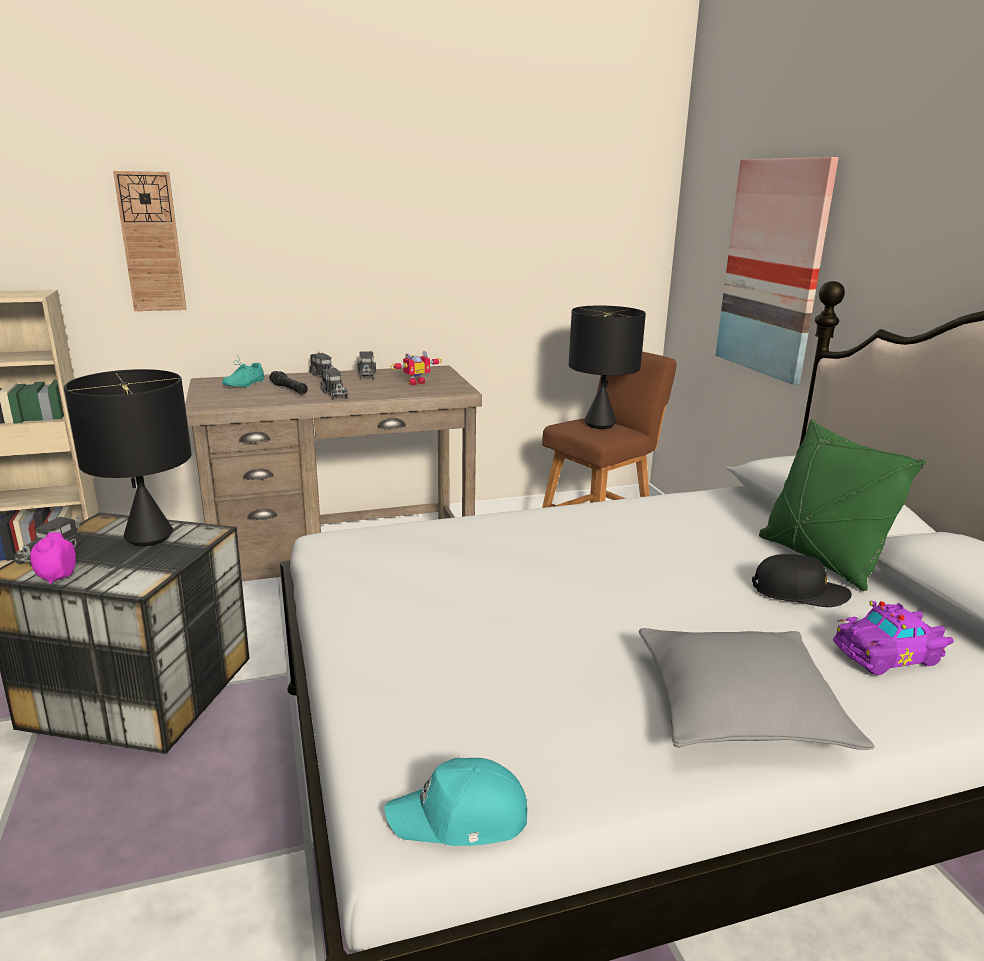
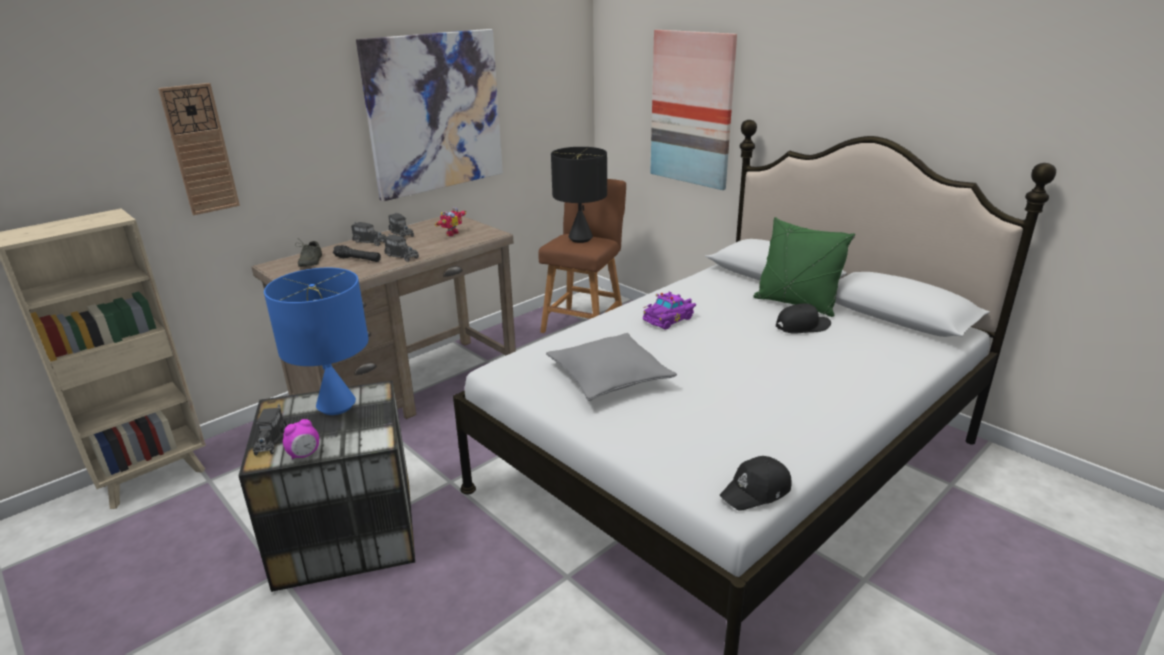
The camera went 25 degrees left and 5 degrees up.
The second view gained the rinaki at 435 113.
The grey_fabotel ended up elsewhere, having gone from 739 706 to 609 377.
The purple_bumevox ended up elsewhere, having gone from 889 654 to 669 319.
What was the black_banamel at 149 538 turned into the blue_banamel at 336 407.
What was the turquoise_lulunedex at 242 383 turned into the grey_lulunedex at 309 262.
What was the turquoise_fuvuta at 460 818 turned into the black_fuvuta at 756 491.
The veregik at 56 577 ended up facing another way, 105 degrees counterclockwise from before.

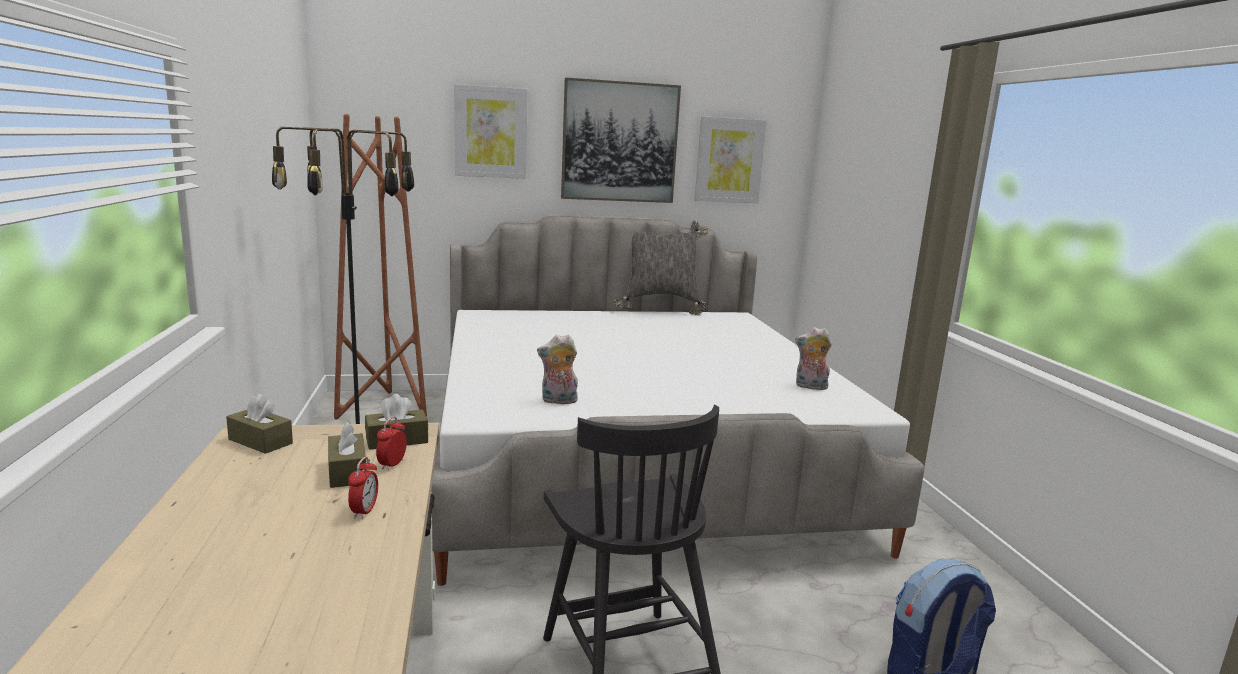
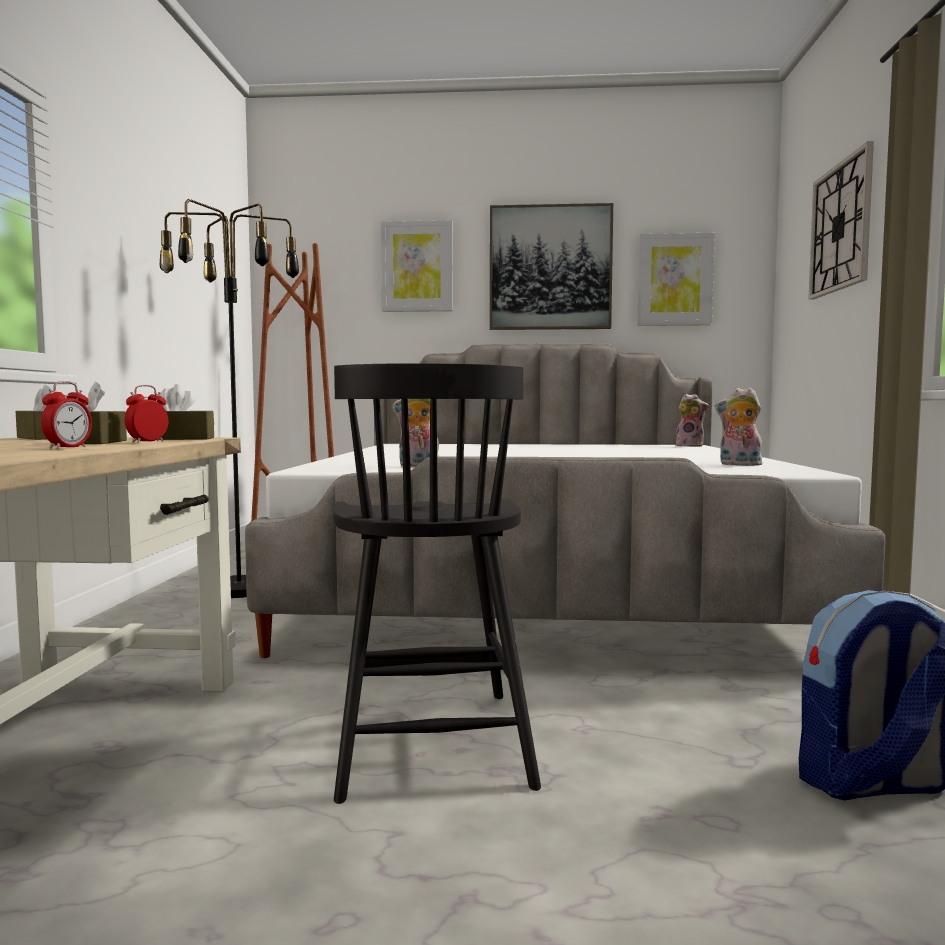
The camera went 15 degrees right and 10 degrees down.
The second view lost the fabotel at 659 310.
The second view gained the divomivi at 690 446.
The second view gained the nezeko at 840 227.

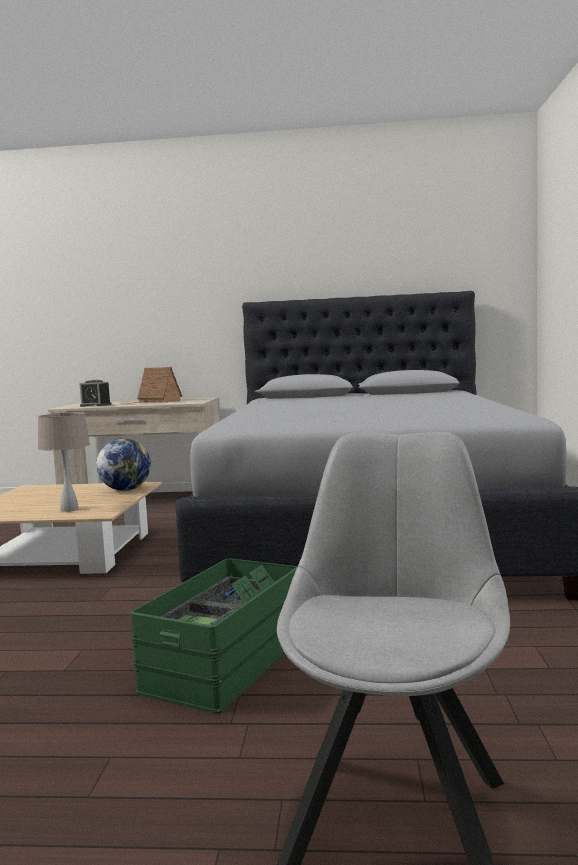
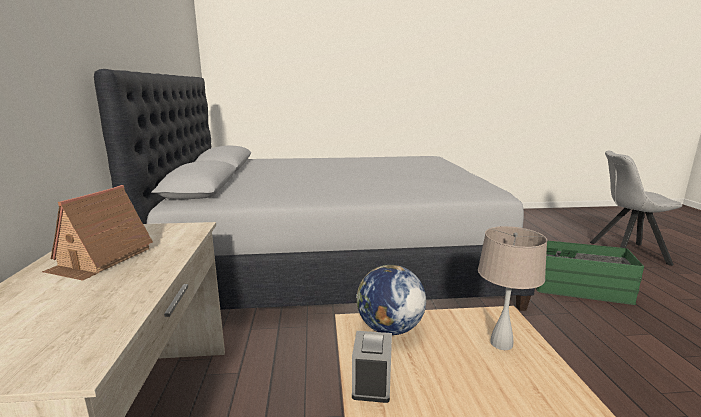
The camera went 100 degrees left and 10 degrees up.
The veregik ended up elsewhere, having gone from 95 405 to 372 382.

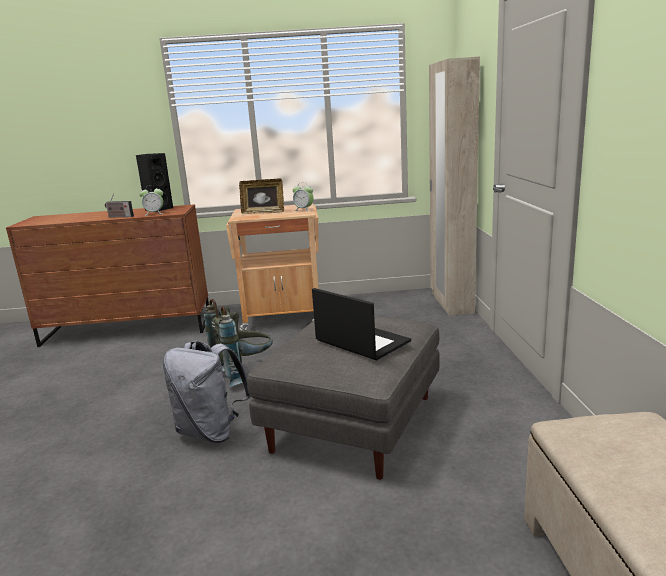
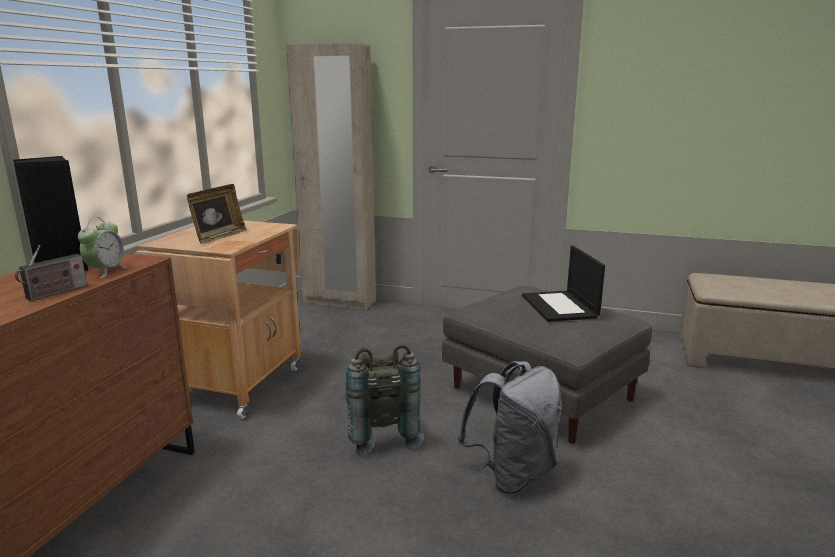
The camera went 70 degrees left and 0 degrees up.
The second view lost the veregik at 304 210.
The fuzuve at 361 341 ended up facing another way, 75 degrees counterclockwise from before.

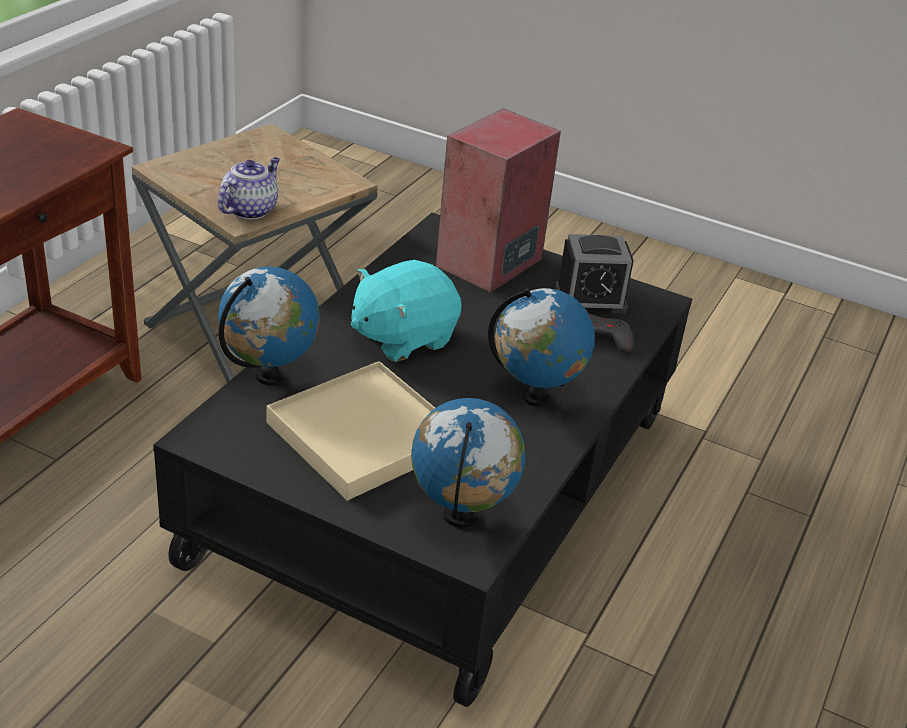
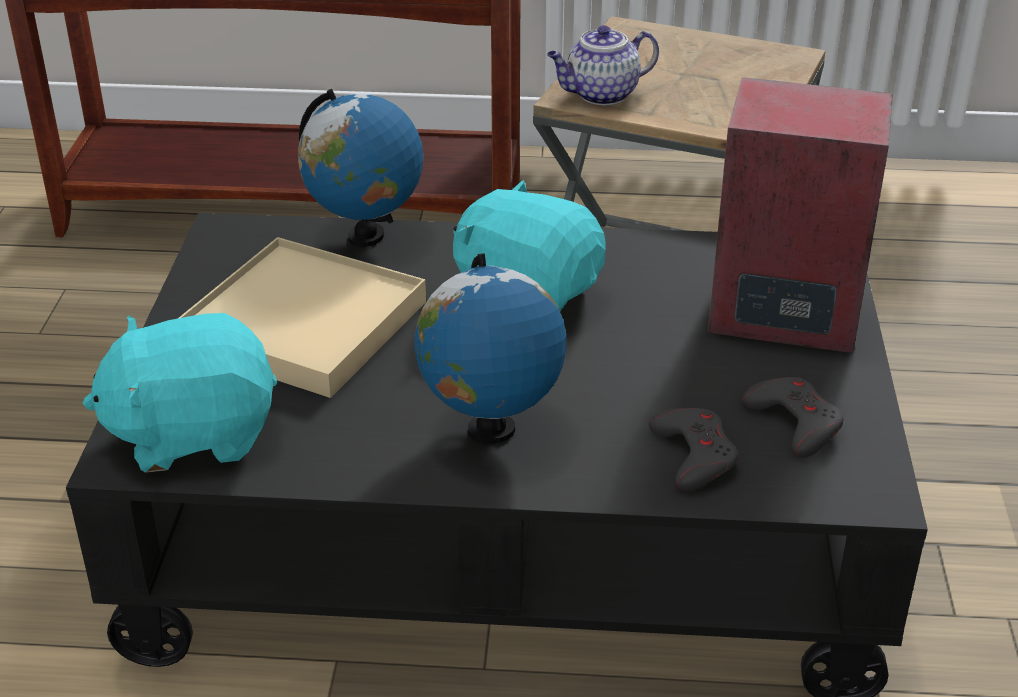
The camera went 70 degrees right and 0 degrees up.
Where the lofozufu stood at 461 517, the turquoise_divomivi came to stand at 193 433.
Where the veregik stood at 590 299, the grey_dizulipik came to stand at 794 422.
The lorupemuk at 250 209 ended up facing another way, 150 degrees clockwise from before.

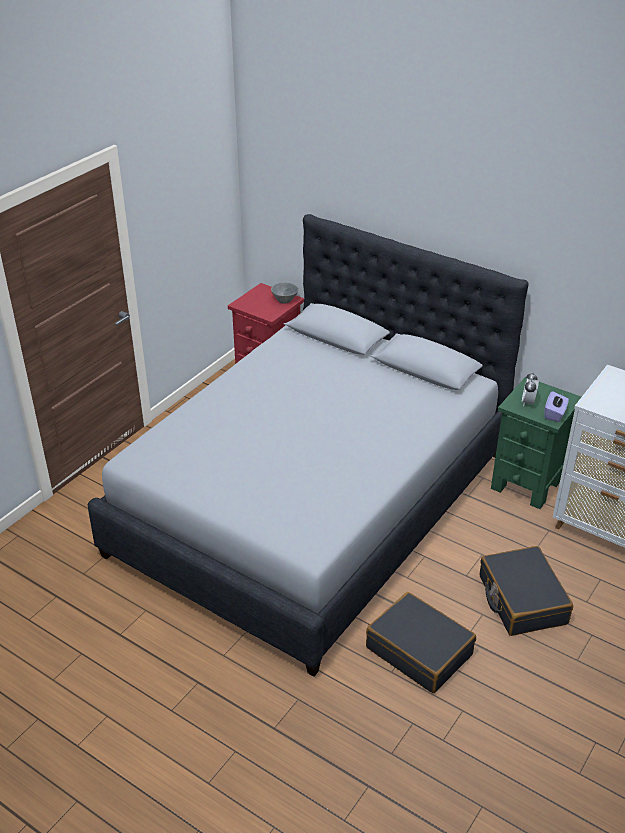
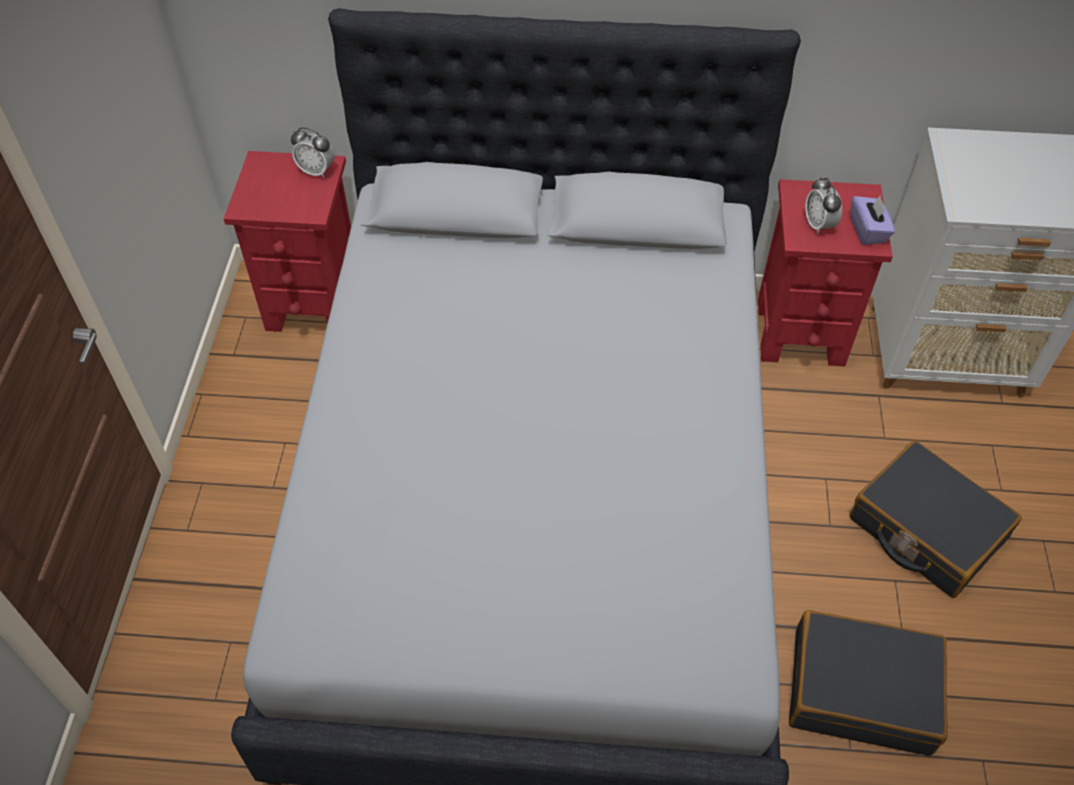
The camera went 30 degrees left and 15 degrees up.
Where the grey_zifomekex stood at 285 300, the veregik came to stand at 316 171.
What was the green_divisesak at 526 485 turned into the red_divisesak at 801 333.

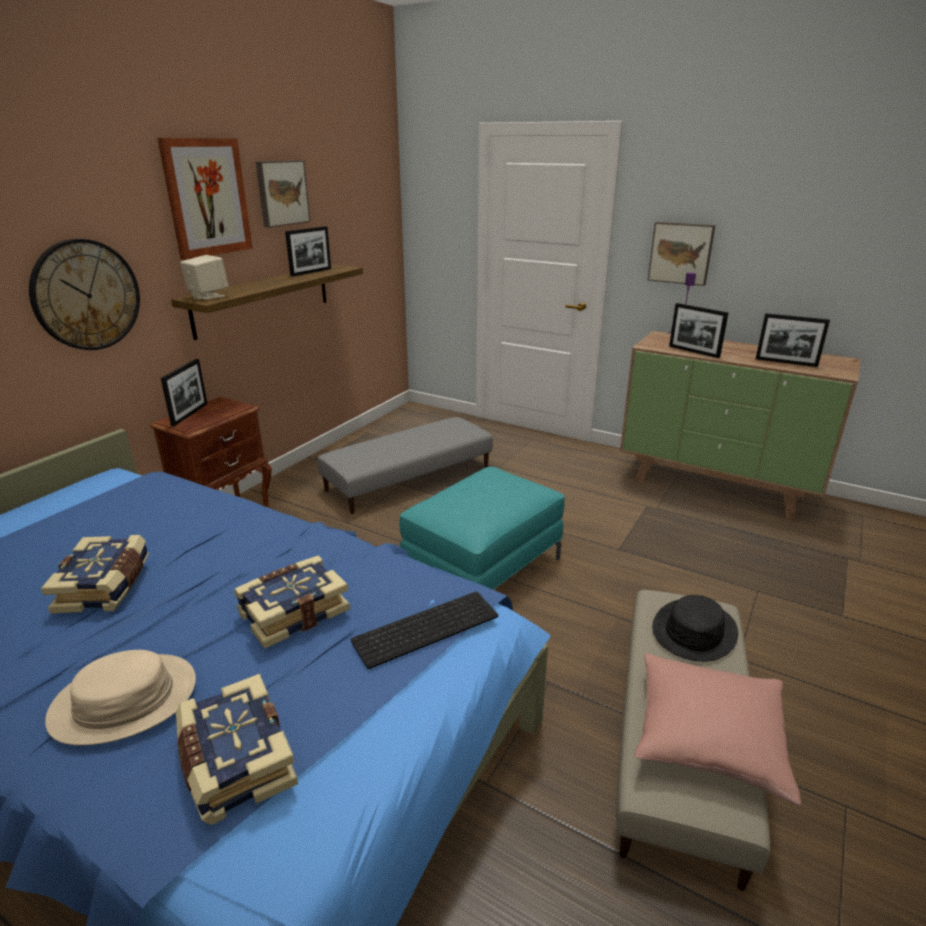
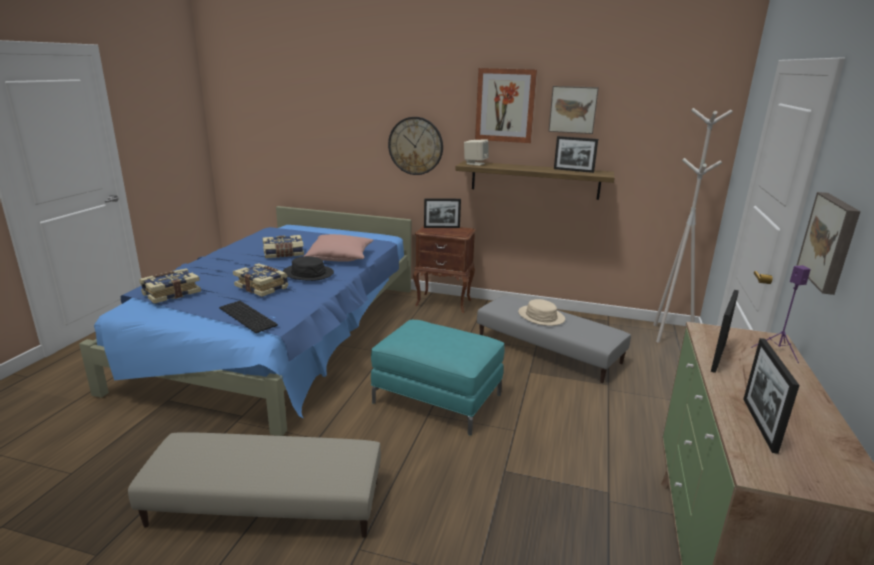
The camera went 75 degrees right and 5 degrees down.
The second view gained the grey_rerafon at 668 335.
The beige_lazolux ended up elsewhere, having gone from 124 700 to 541 316.
The pink_fabotel ended up elsewhere, having gone from 708 737 to 340 257.
The black_lazolux ended up elsewhere, having gone from 694 631 to 308 273.

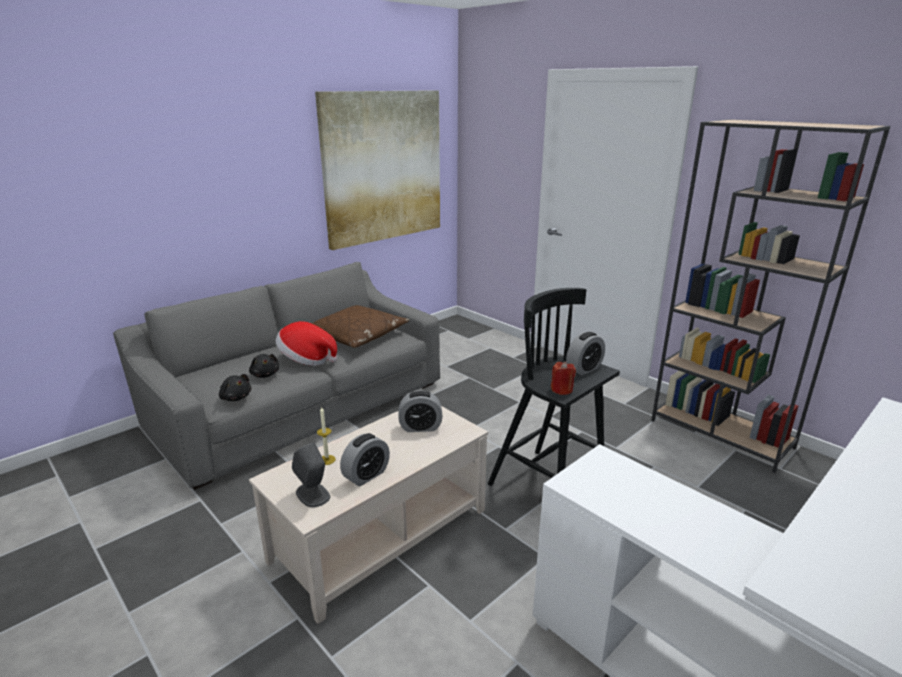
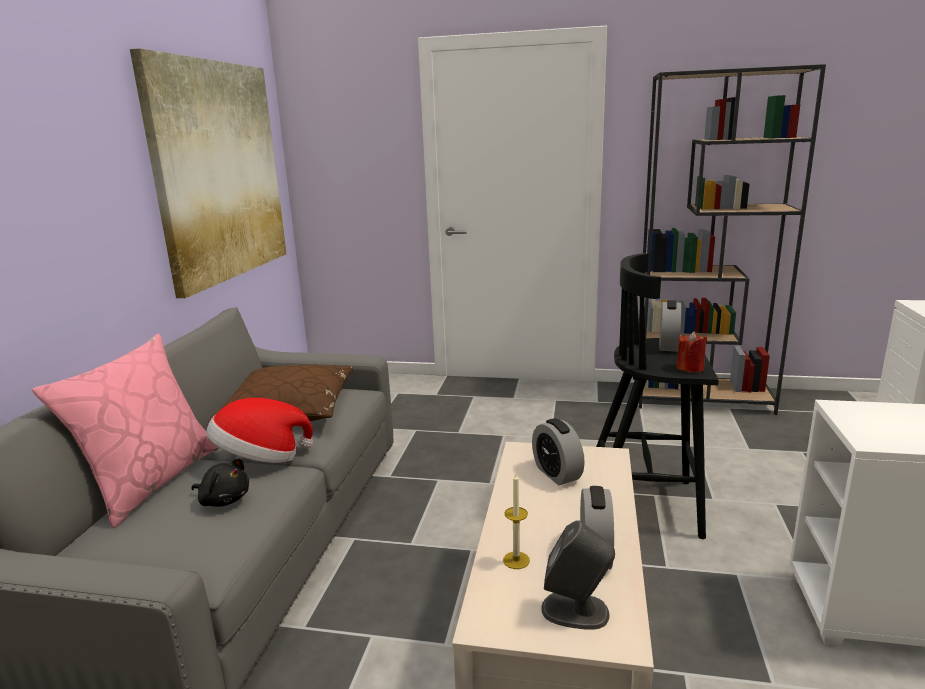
The camera went 35 degrees left and 5 degrees down.
The second view lost the black_divomivi at 235 397.
The second view gained the pink_fabotel at 151 481.
The veregik at 420 427 ended up facing another way, 105 degrees clockwise from before.

